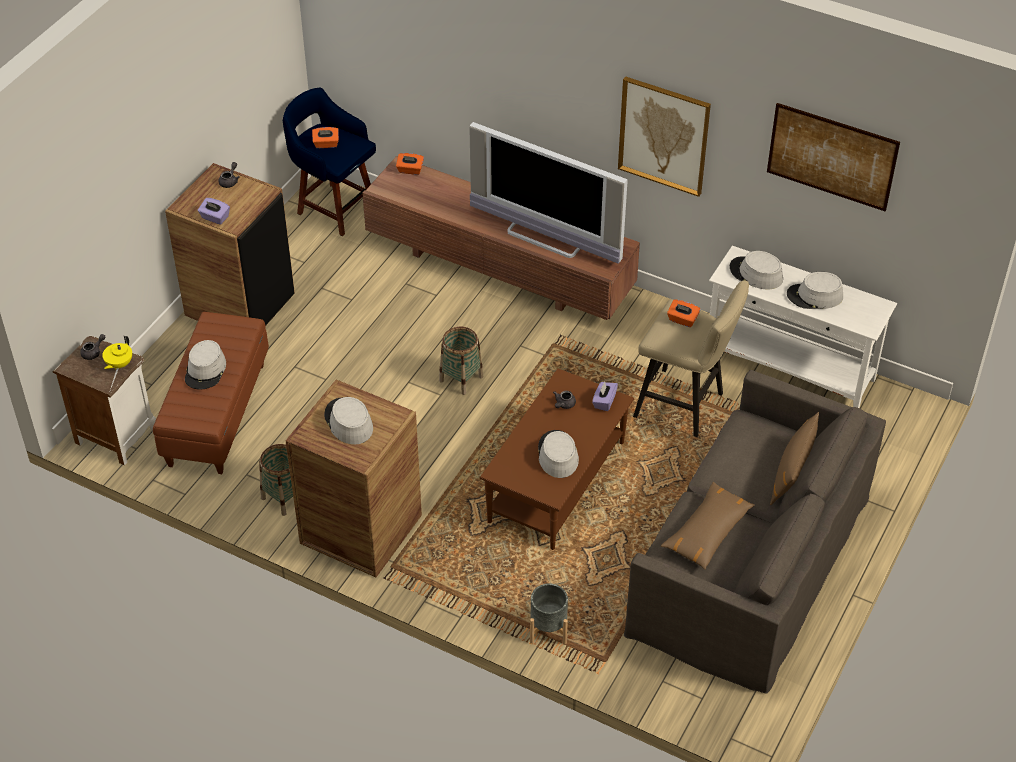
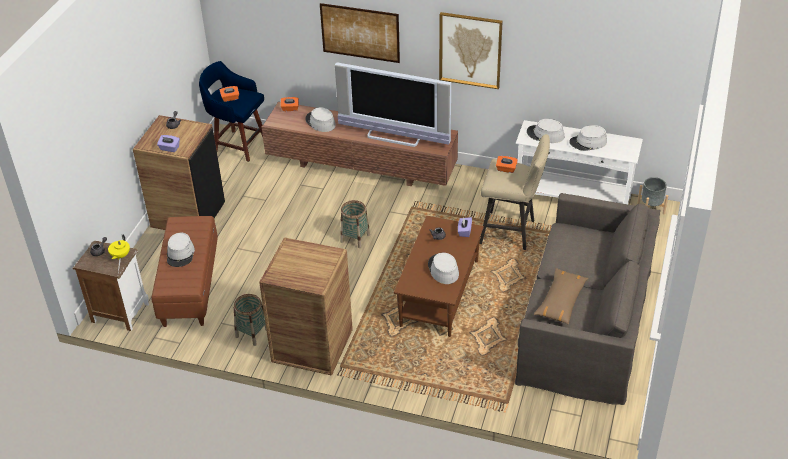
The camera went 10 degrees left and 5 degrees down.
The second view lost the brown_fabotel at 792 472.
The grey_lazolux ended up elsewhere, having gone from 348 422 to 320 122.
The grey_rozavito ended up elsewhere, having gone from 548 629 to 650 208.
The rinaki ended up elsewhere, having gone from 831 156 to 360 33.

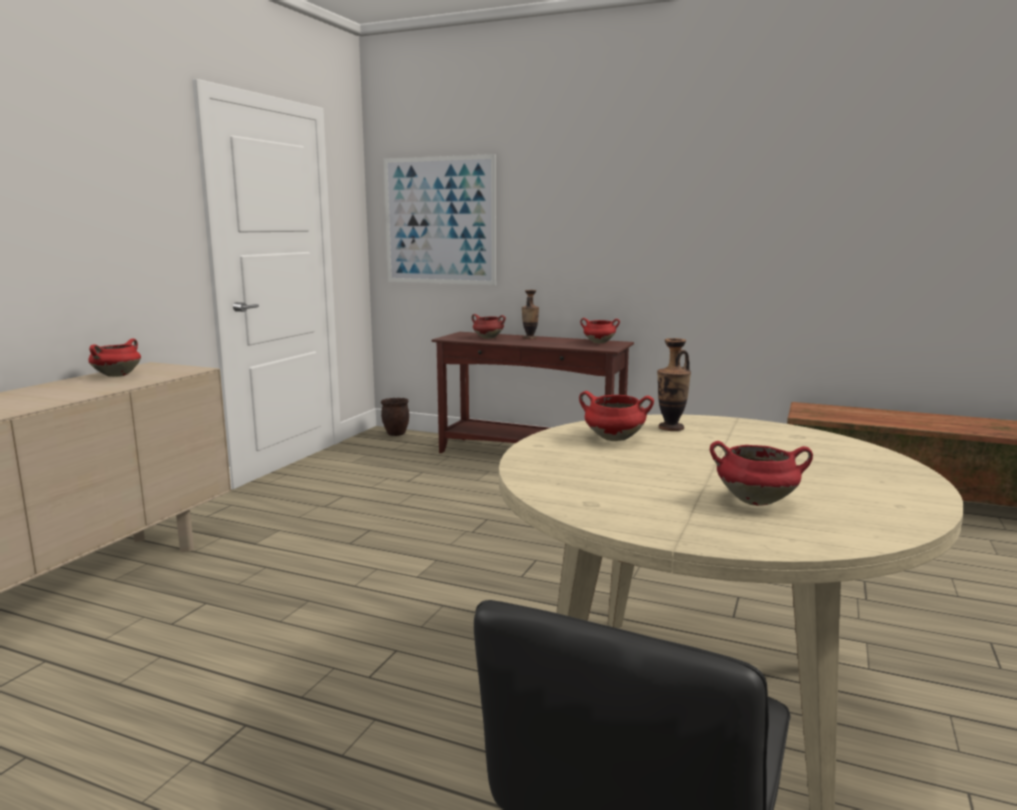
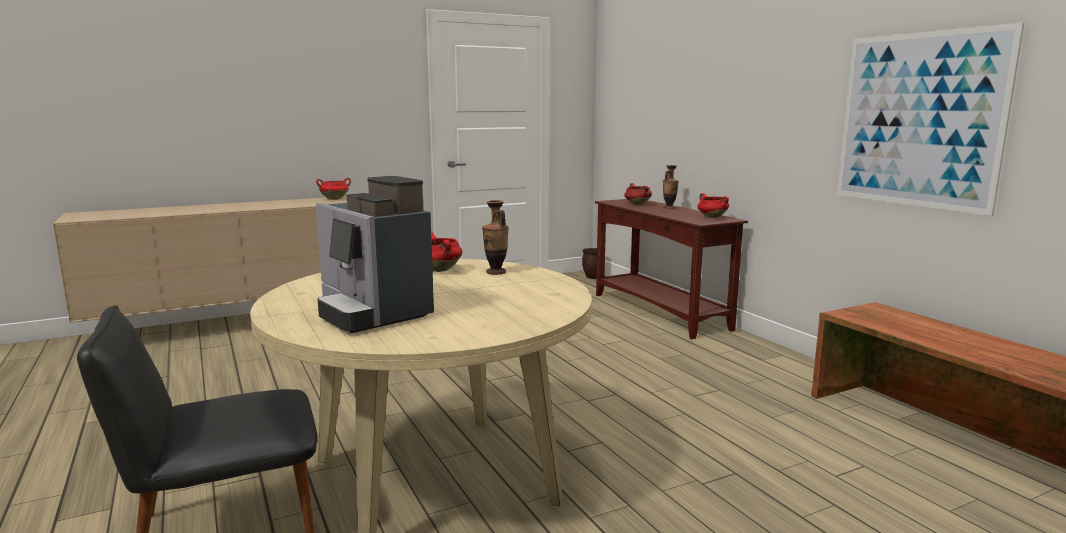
The camera went 40 degrees right and 0 degrees up.
The rinaki ended up elsewhere, having gone from 439 221 to 918 120.
Where the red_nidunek stood at 757 501, the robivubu came to stand at 372 313.

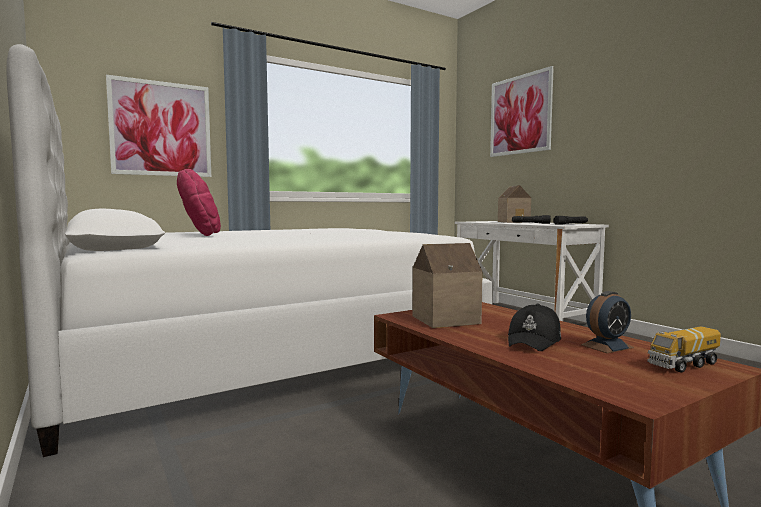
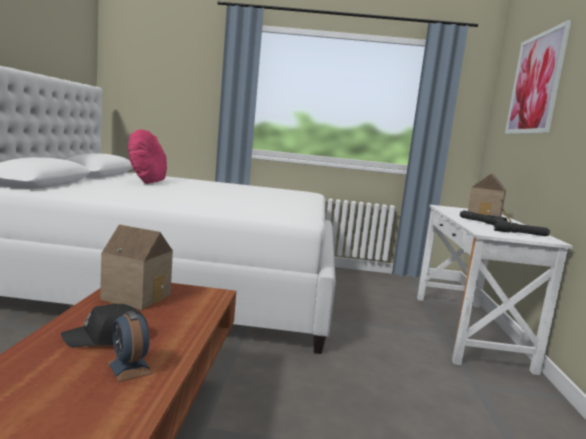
The camera went 35 degrees right and 5 degrees up.
The second view lost the rinaki at 161 129.
The second view lost the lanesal at 683 365.
The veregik at 607 346 ended up facing another way, 45 degrees clockwise from before.

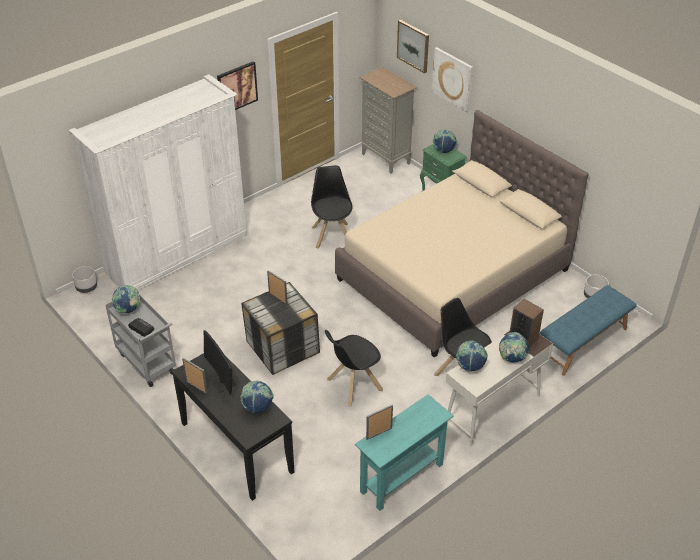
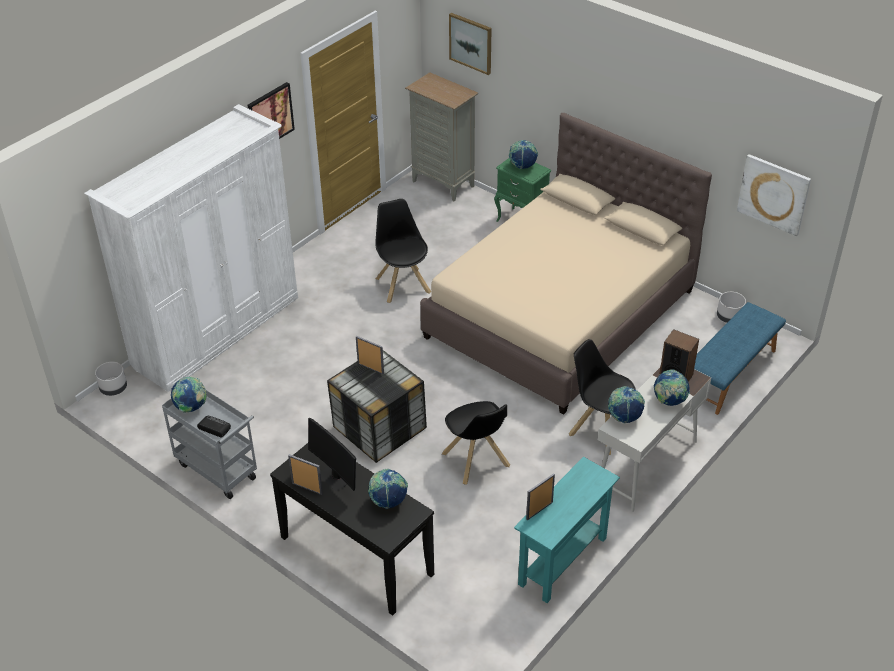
The camera went 10 degrees left and 0 degrees up.
The rinaki ended up elsewhere, having gone from 452 79 to 774 194.
The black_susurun at 353 385 ended up facing another way, 75 degrees counterclockwise from before.

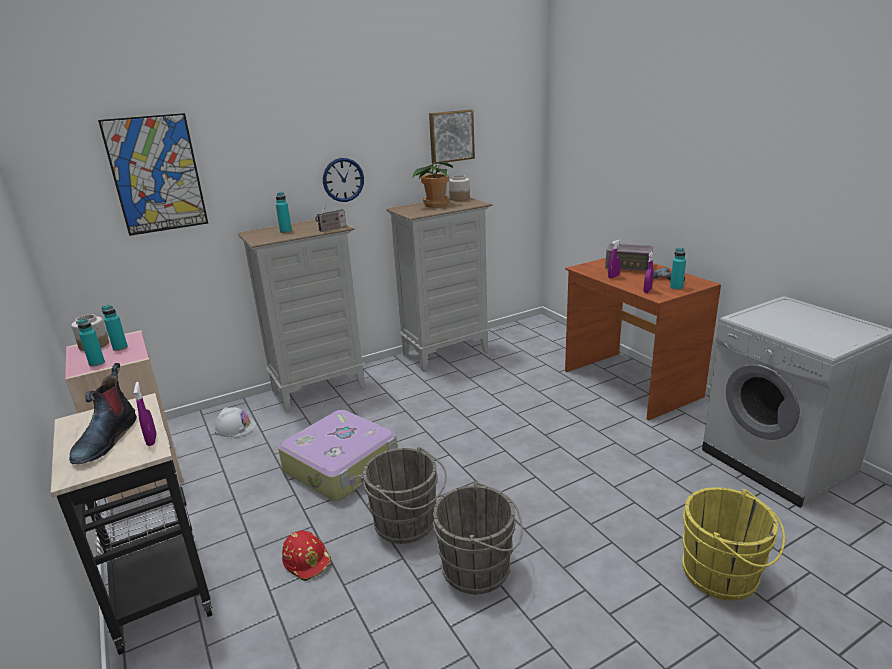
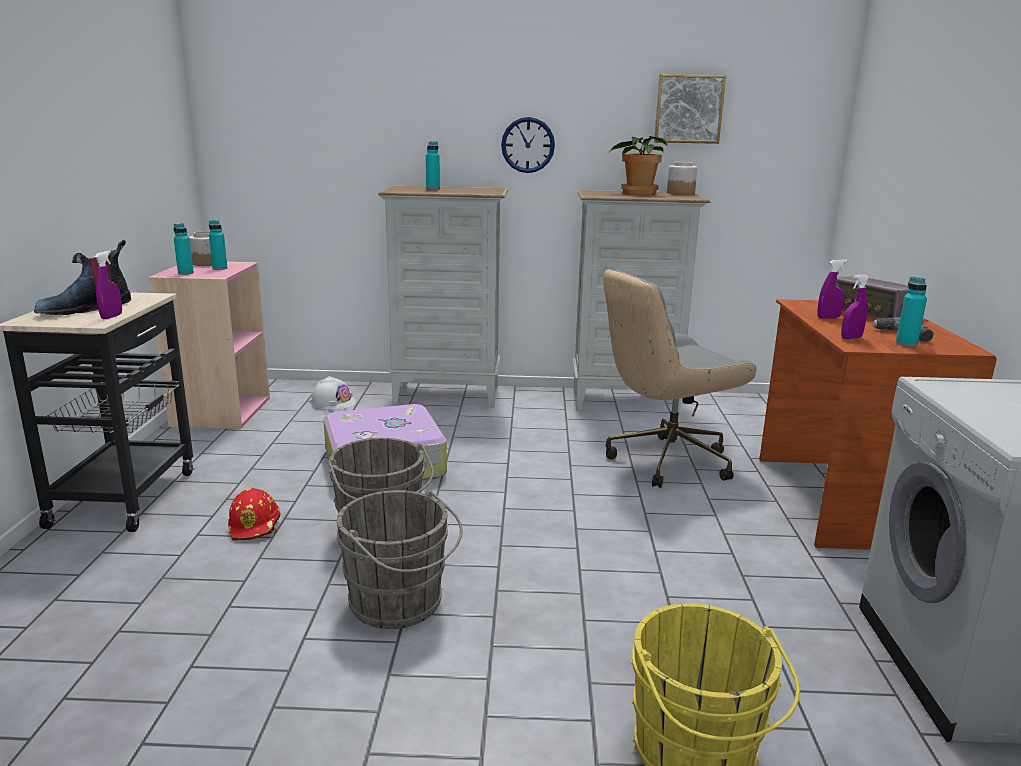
The camera went 30 degrees right and 5 degrees down.
The second view lost the rinaki at 156 174.
The second view lost the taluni at 331 229.
The second view gained the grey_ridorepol at 666 463.

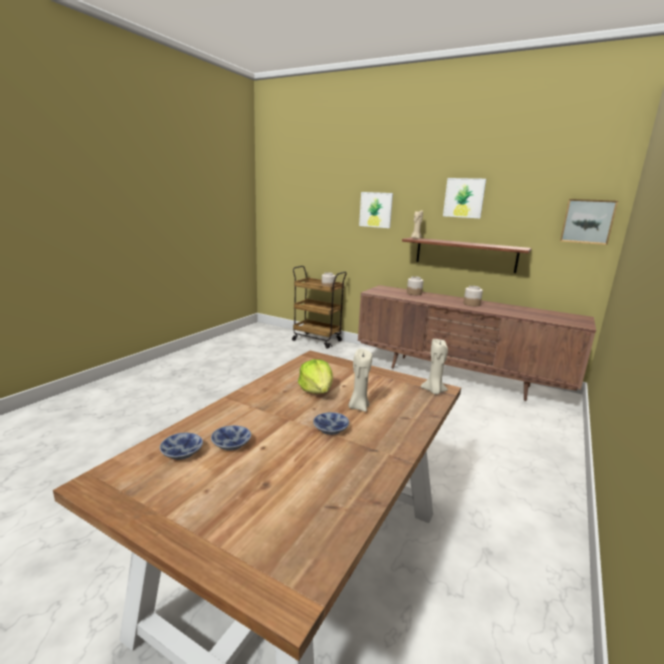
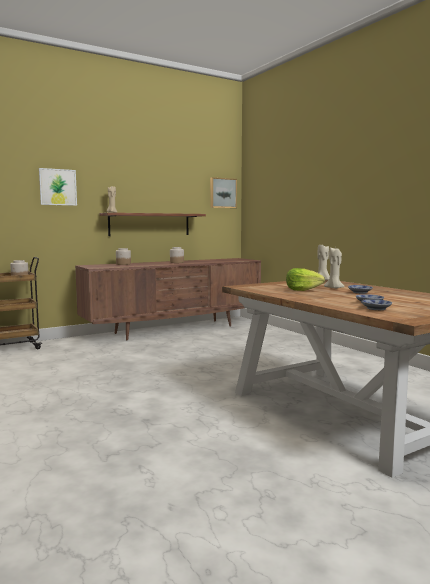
The camera went 60 degrees left and 10 degrees down.
The second view lost the rinaki at 464 198.

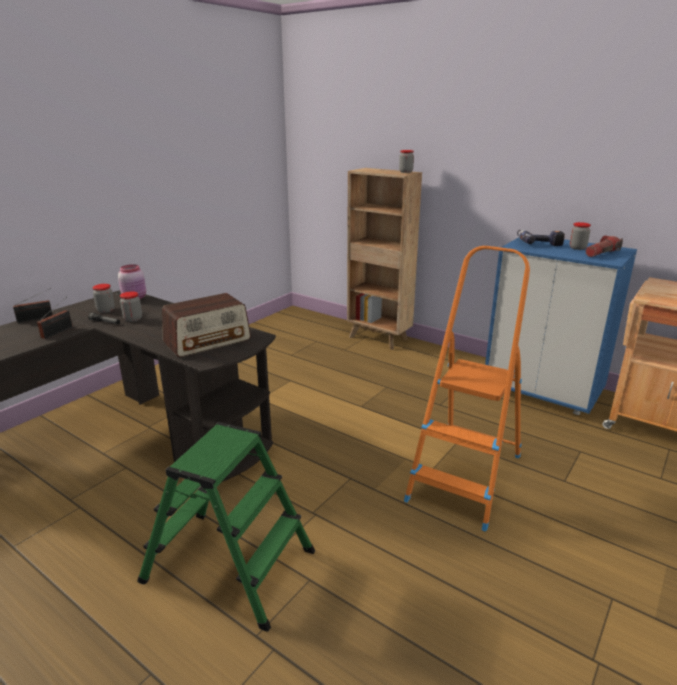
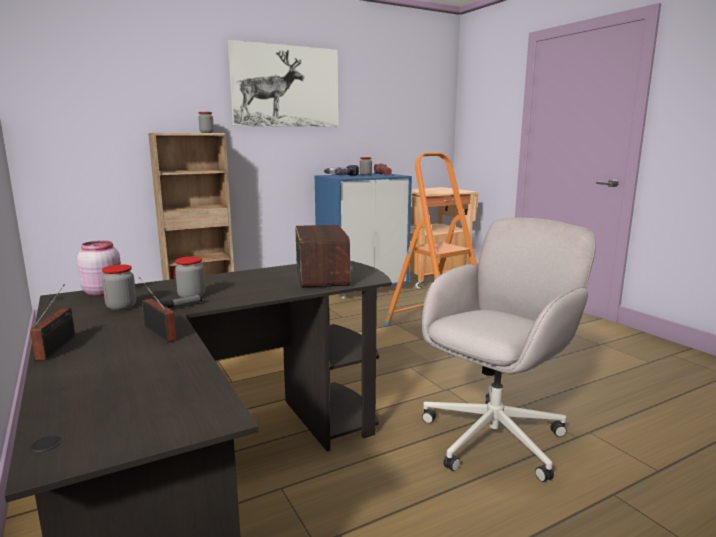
The camera went 65 degrees left and 10 degrees down.
The second view gained the rinaki at 286 86.
Where the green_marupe stood at 229 566, the grey_ridorepol came to stand at 494 438.

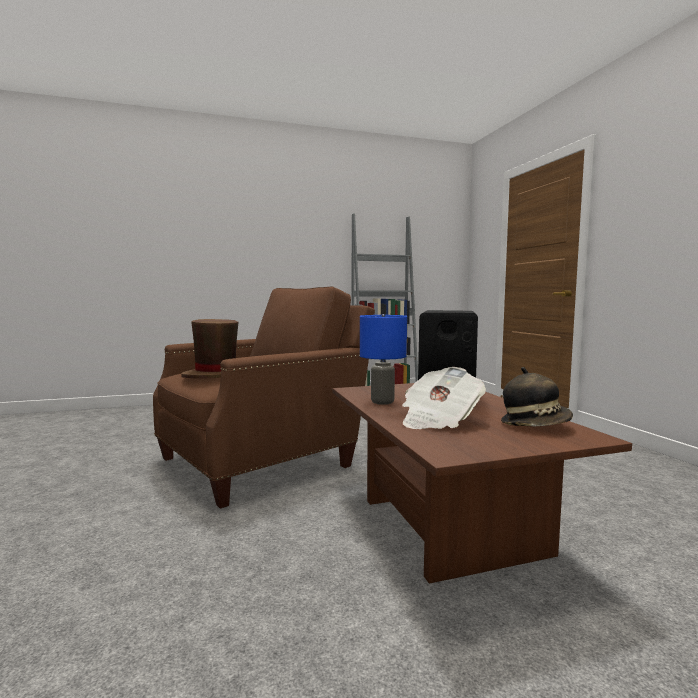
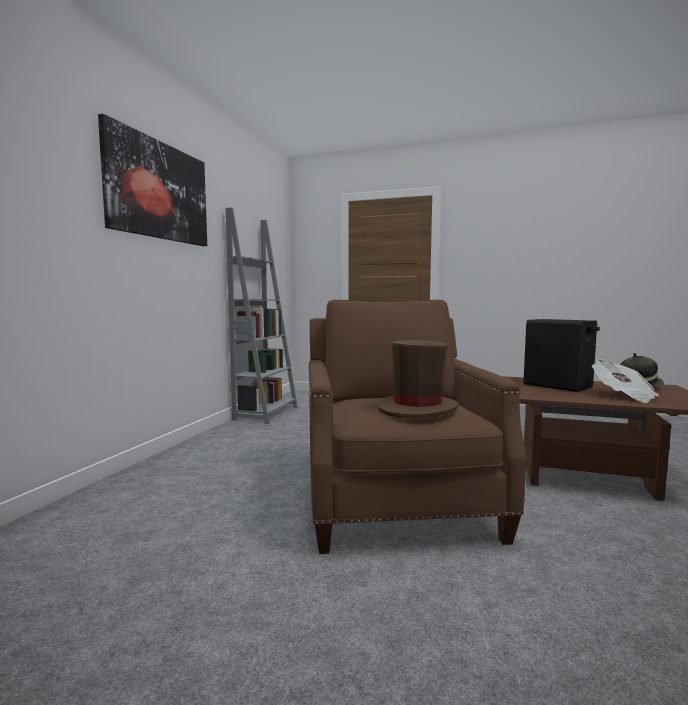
The camera went 55 degrees left and 0 degrees up.
The second view lost the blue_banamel at 383 402.
The second view gained the rinaki at 159 191.

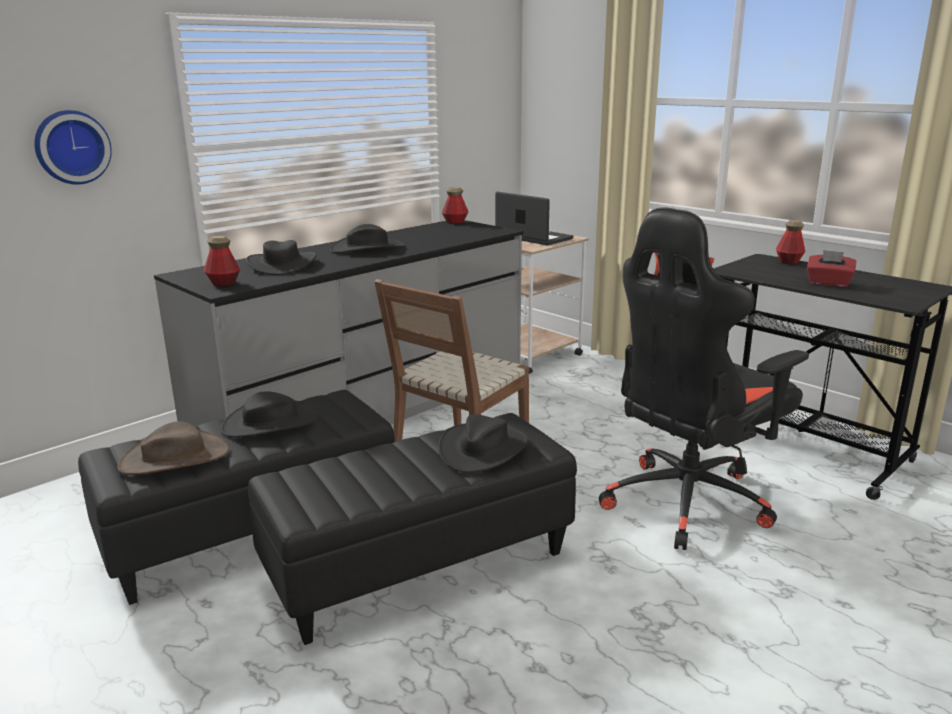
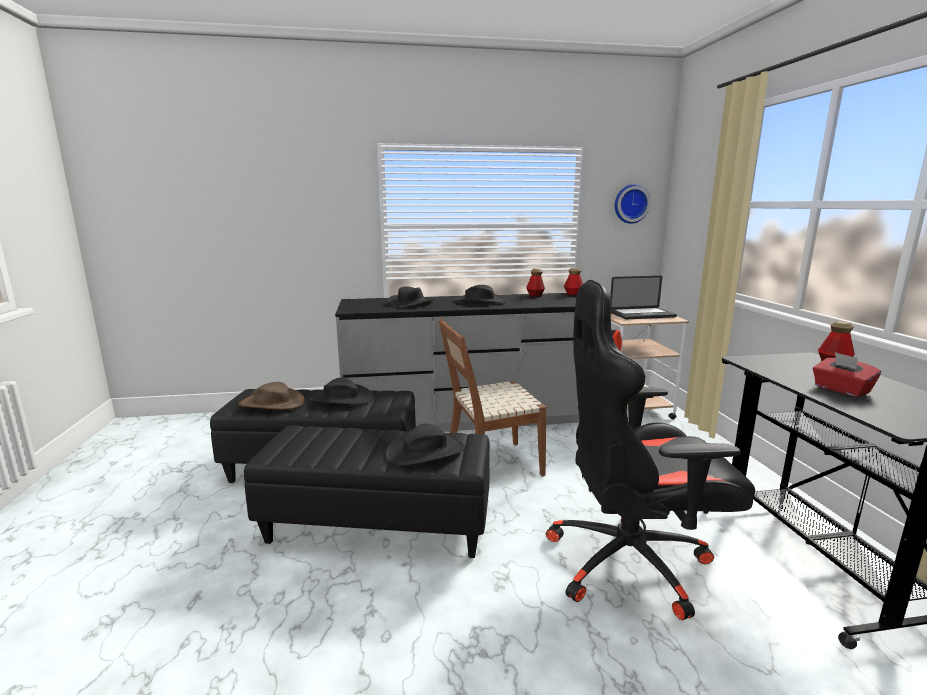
The camera went 35 degrees right and 5 degrees down.
The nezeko ended up elsewhere, having gone from 71 147 to 630 204.
The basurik ended up elsewhere, having gone from 223 283 to 535 295.
The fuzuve at 534 237 ended up facing another way, 90 degrees clockwise from before.

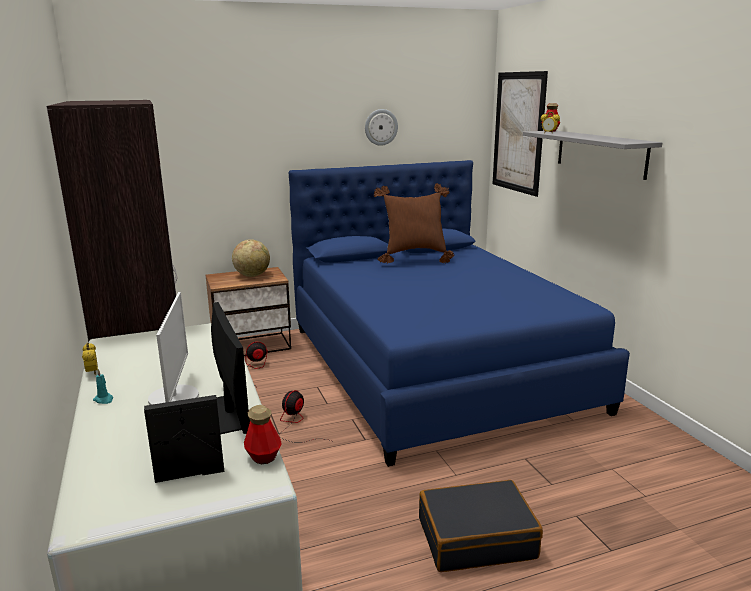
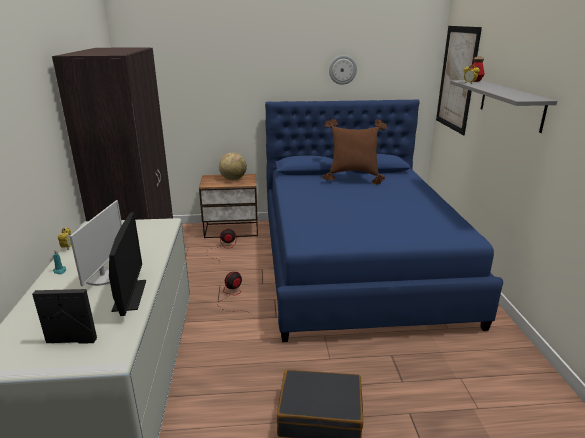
The camera went 15 degrees right and 5 degrees up.
The second view lost the basurik at 263 457.

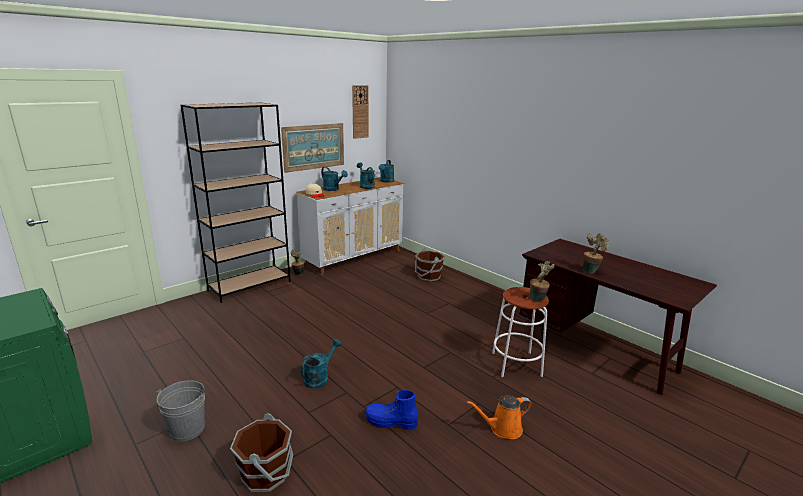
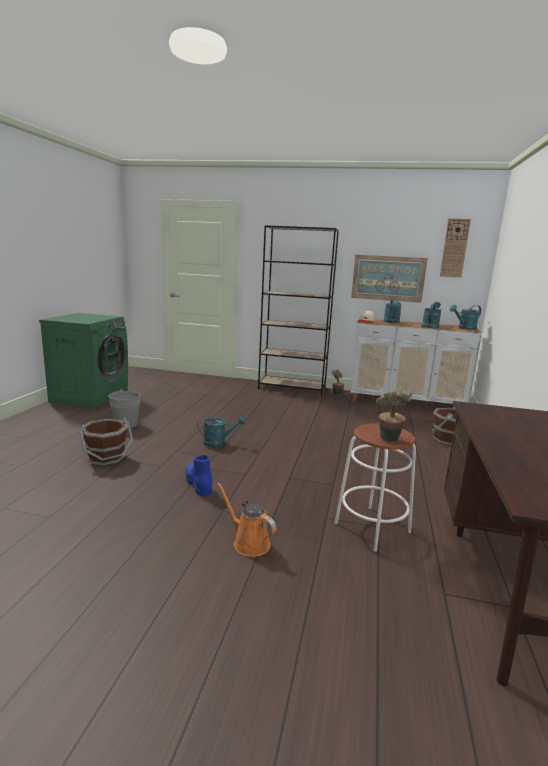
The camera went 55 degrees right and 5 degrees down.
The second view lost the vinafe at 591 271.

